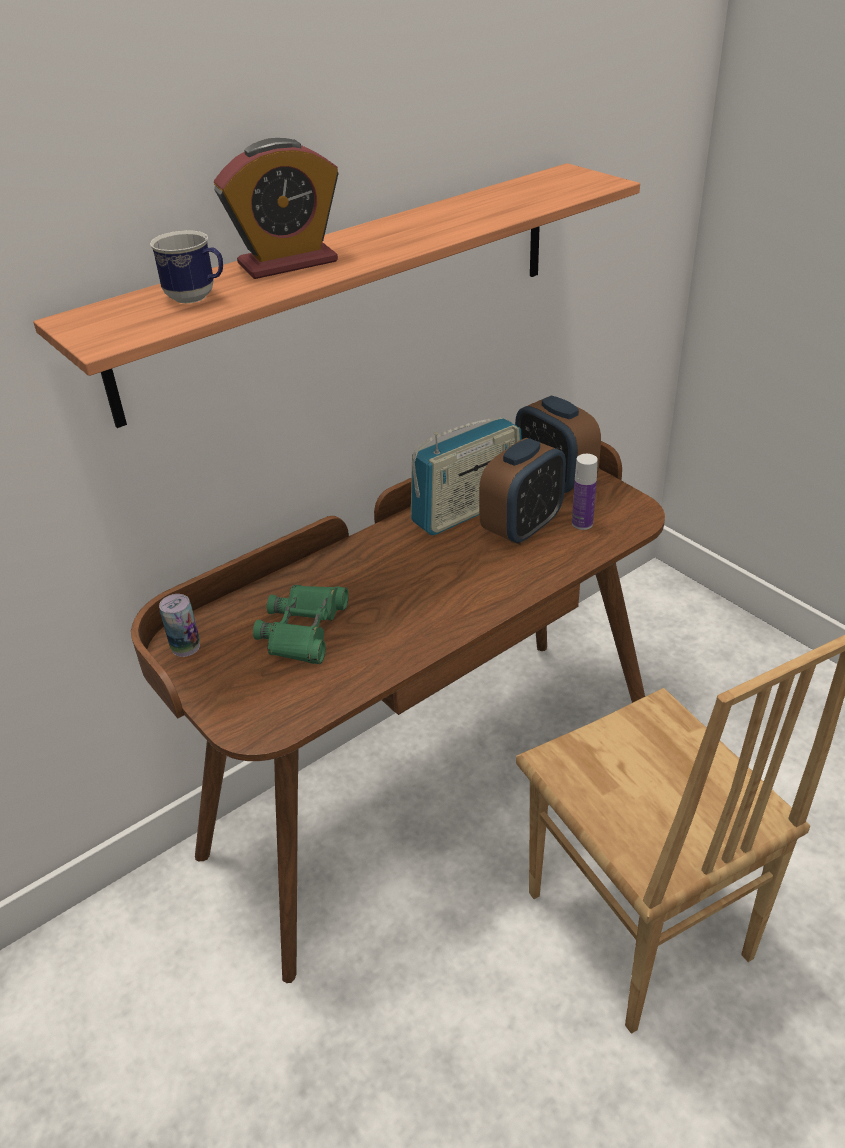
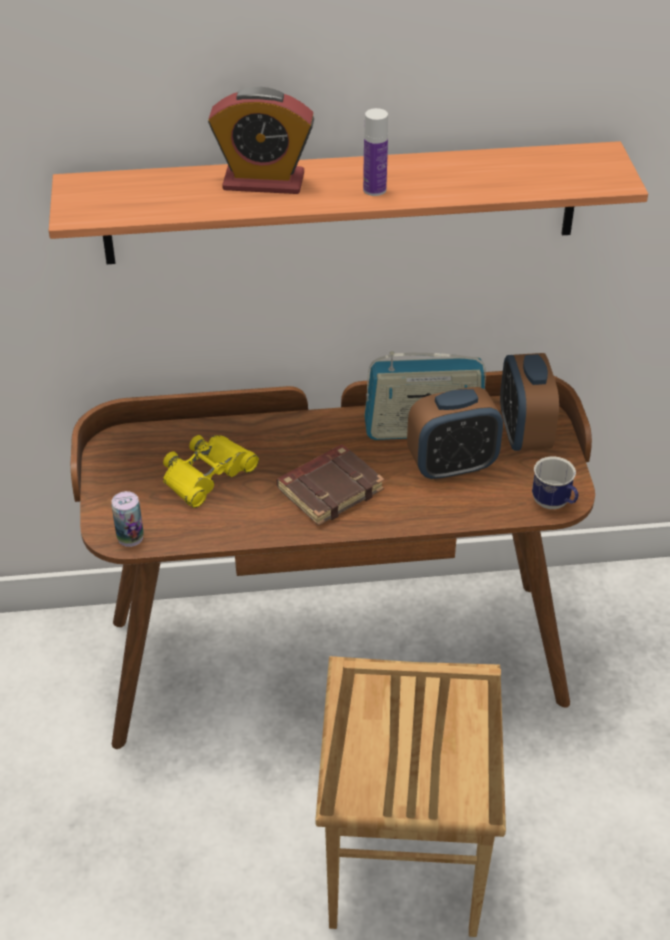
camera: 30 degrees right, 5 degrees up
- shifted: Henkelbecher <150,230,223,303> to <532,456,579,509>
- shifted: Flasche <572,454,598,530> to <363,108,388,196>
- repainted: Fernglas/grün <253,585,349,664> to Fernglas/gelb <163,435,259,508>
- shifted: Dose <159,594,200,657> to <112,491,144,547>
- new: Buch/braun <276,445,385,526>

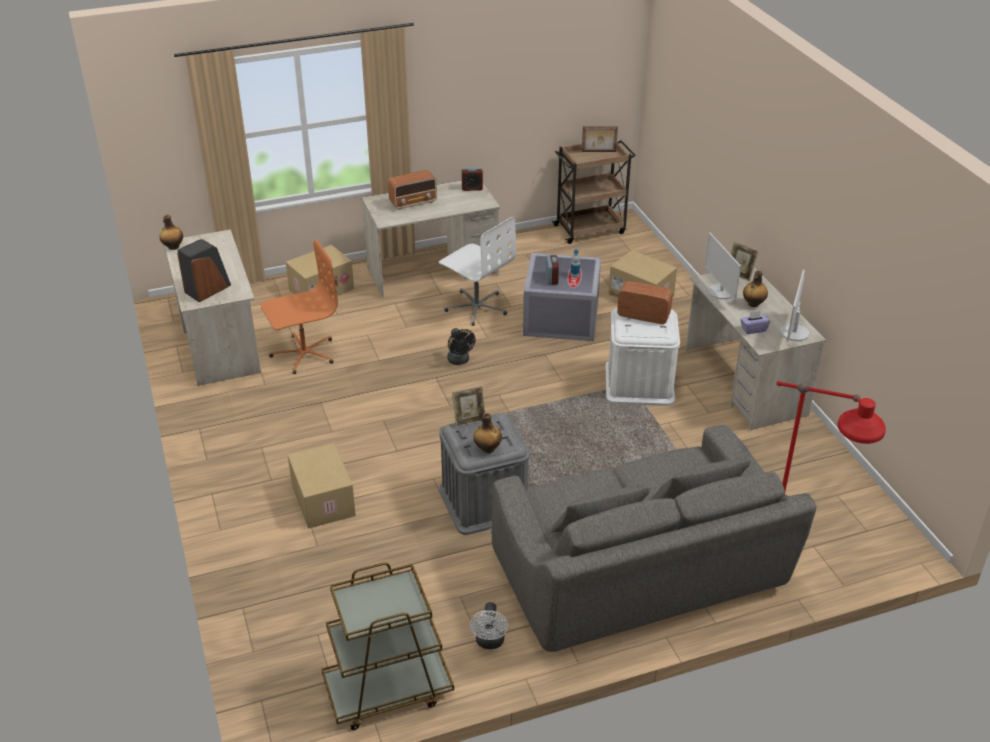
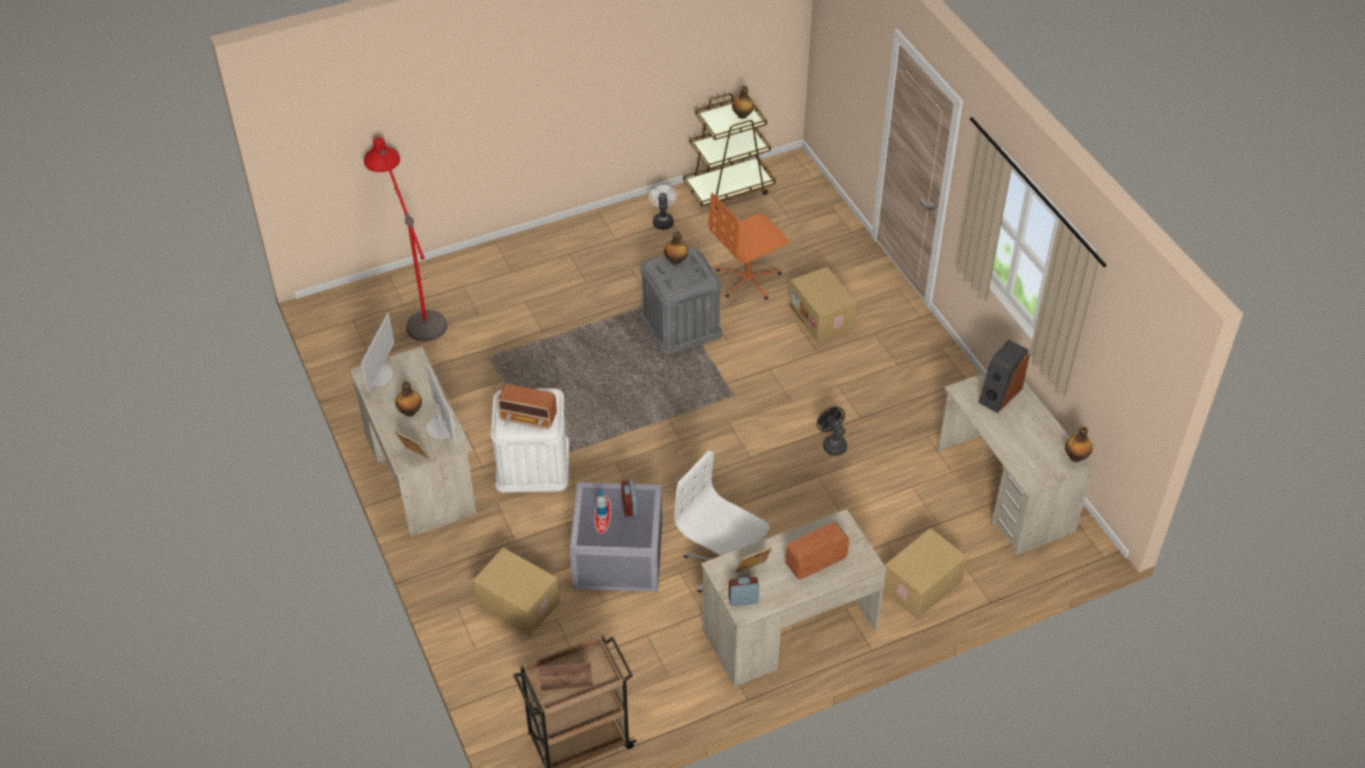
camera: 175 degrees right, 10 degrees up
- shifted: Bürostuhl/orange <261,240,338,374> to <709,193,789,300>
- gone: Taschentuchbox/lila <740,311,770,334>
- shifted: Ventilator/schwarz <447,328,476,365> to <817,407,847,456>
- shifted: Bilderrahmen <452,386,485,427> to <736,547,772,573>
- gone: Sofa/grau <492,425,817,652>
- new: Flasche <732,85,754,119>

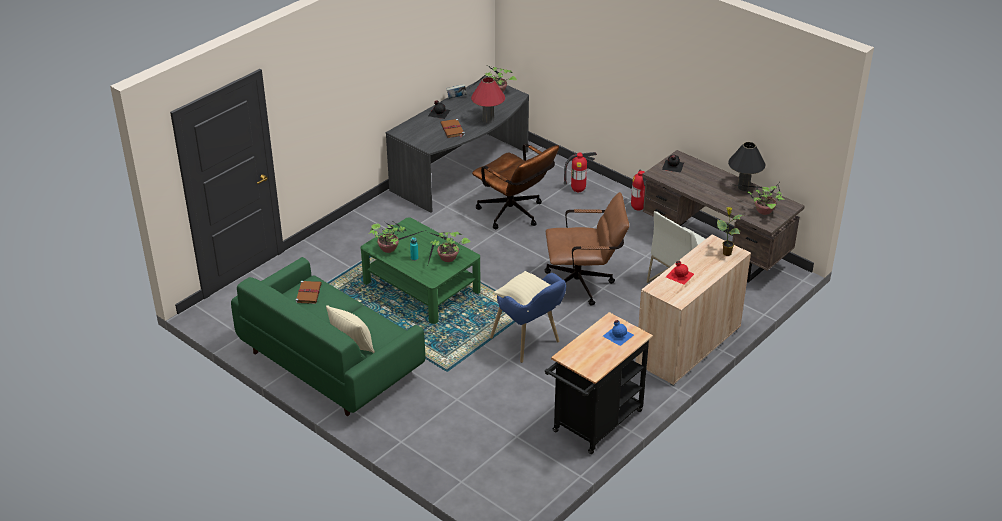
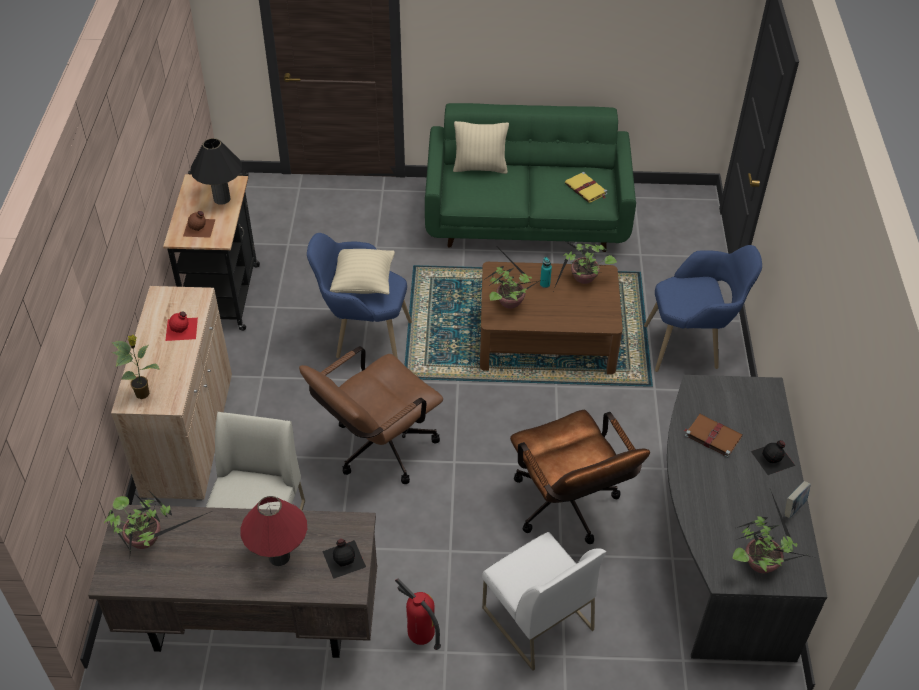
camera: 140 degrees right, 10 degrees up
- shifted: Tischlampe/rot <471,77,505,124> to <240,496,307,566>
- shifted: Tischlampe/schwarz <728,142,766,191> to <190,138,242,205>
- rotated: Bürostuhl/braun <472,144,559,229> = <510,410,650,544> 120 degrees counterclockwise
- swapped: Feuerlöscher <564,152,597,192> to Stuhl/weiß <482,532,606,671>
- repainted: Couchtisch/grün <360,217,481,324> to Couchtisch/braun <480,262,623,374>
- repainted: Buch/braun <296,281,322,304> to Buch/gelb <565,172,607,203>
- repainted: Flasche/blau <603,320,634,346> to Flasche/braun <183,211,216,238>
- new: Sessel/blau <644,245,762,372>

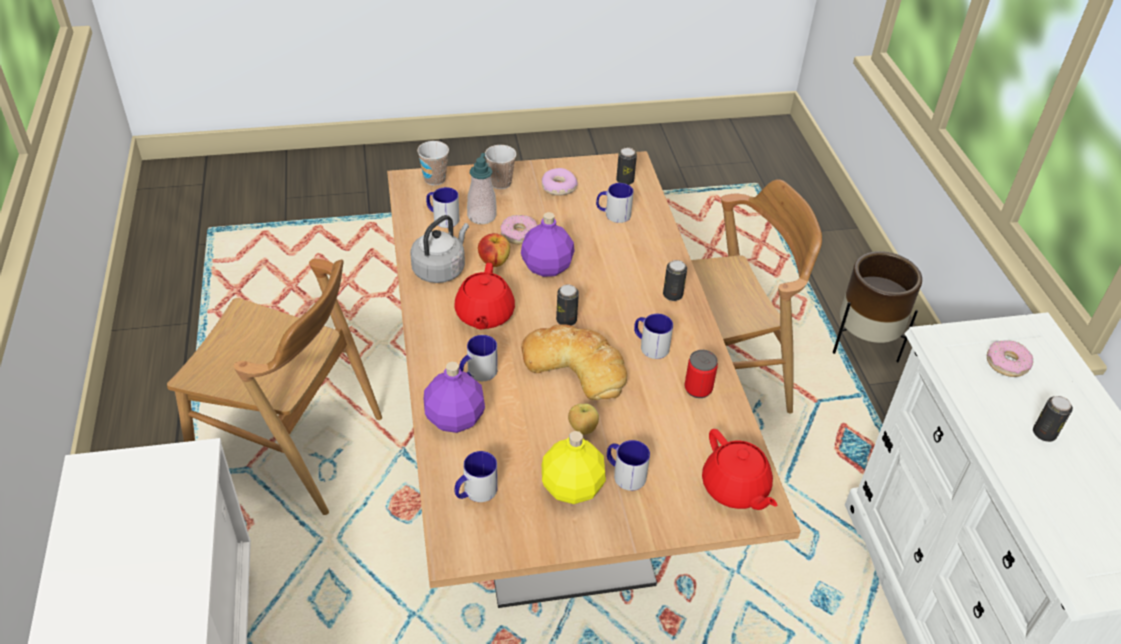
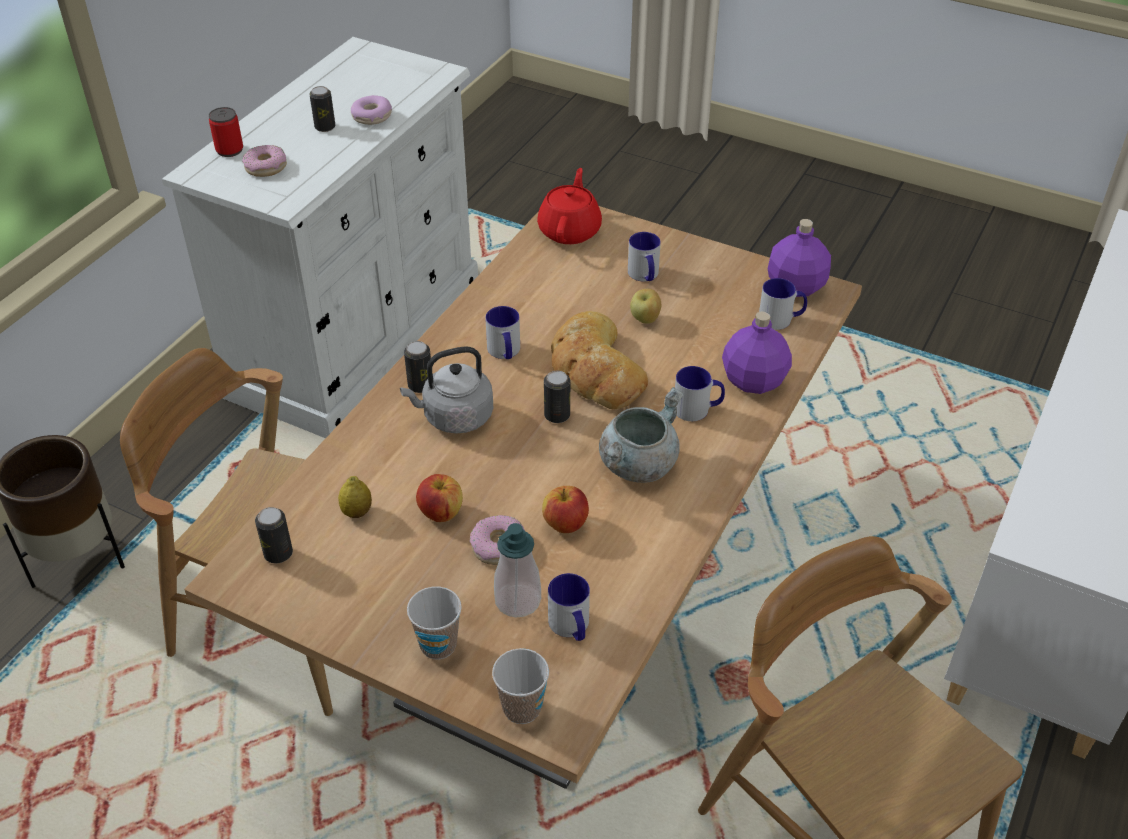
camera: 140 degrees left, 0 degrees up
- shifted: Donut <542,168,578,196> to <351,95,392,125>
- swapped: Henkelbecher <596,183,634,223> to Zitrone <338,476,372,518>
- shifted: Flasche/lila <521,212,575,277> to <768,219,831,297>
- shifted: Wasserkessel/grau <410,215,469,283> to <400,347,493,434>
- swapped: Teekanne/rot <455,263,515,329> to Kochtopf/grau <599,387,684,483>
- shifted: Dose <684,350,718,398> to <209,107,243,157>
- gone: Flasche/gelb <542,431,606,504>
- new: Apfel <416,474,463,522>

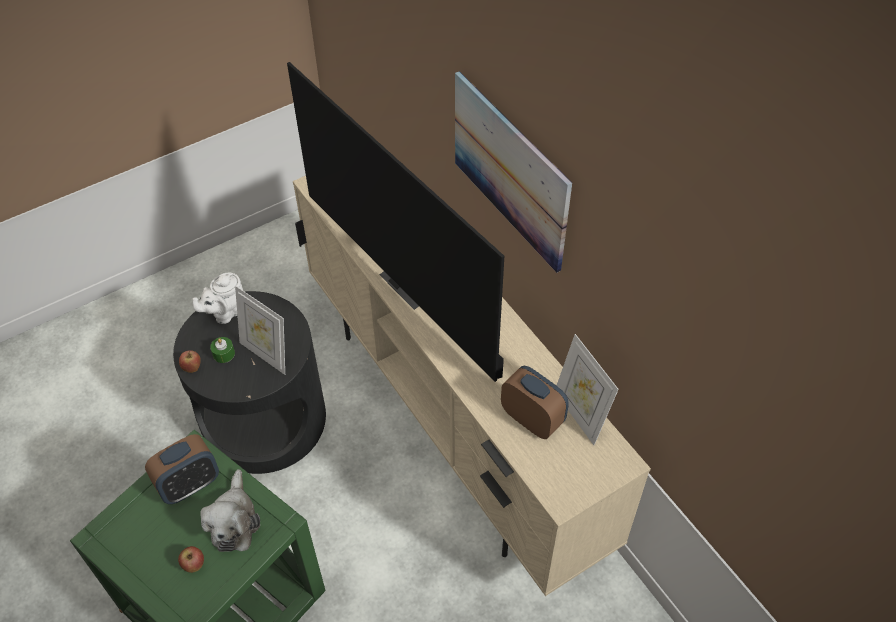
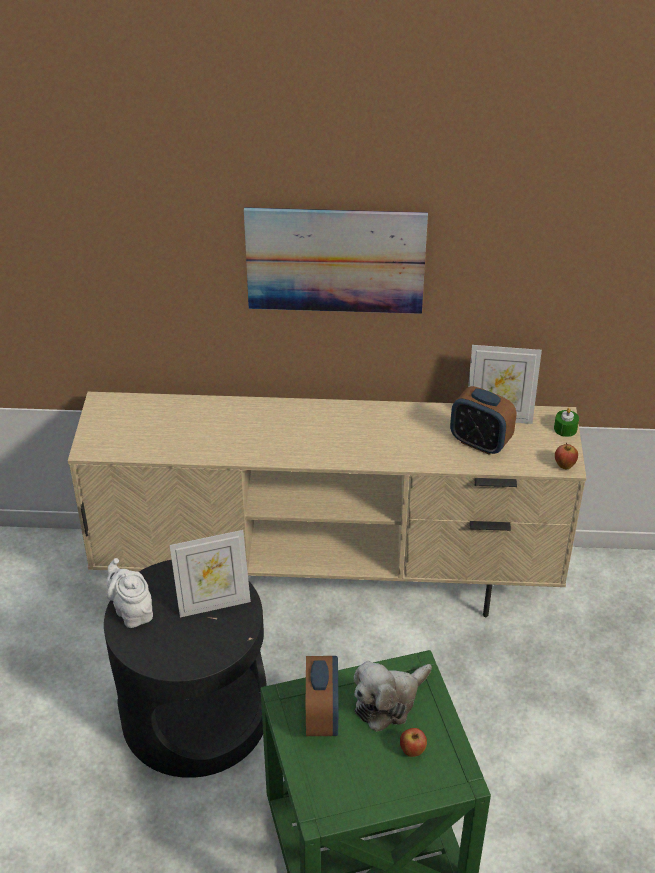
camera: 55 degrees left, 10 degrees down
- gone: Fernseher <287,62,504,382>
- rotated: Teekanne/weiß <192,273,243,324> = <106,558,153,628> 150 degrees clockwise
- shifted: Kerze/grün <210,337,235,363> to <554,408,579,437>
- shifted: Apfel <179,350,201,373> to <555,443,578,470>
- rotated: Wecker <501,366,569,439> = <450,386,516,455> 135 degrees counterclockwise
- rotated: Plüschtier <200,469,260,552> = <353,661,432,732> 105 degrees clockwise

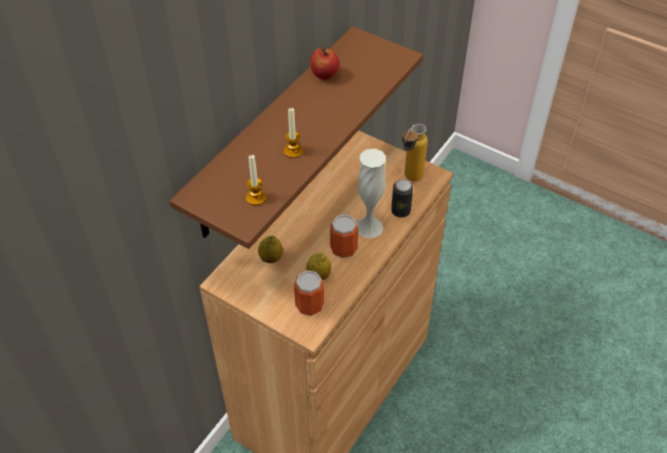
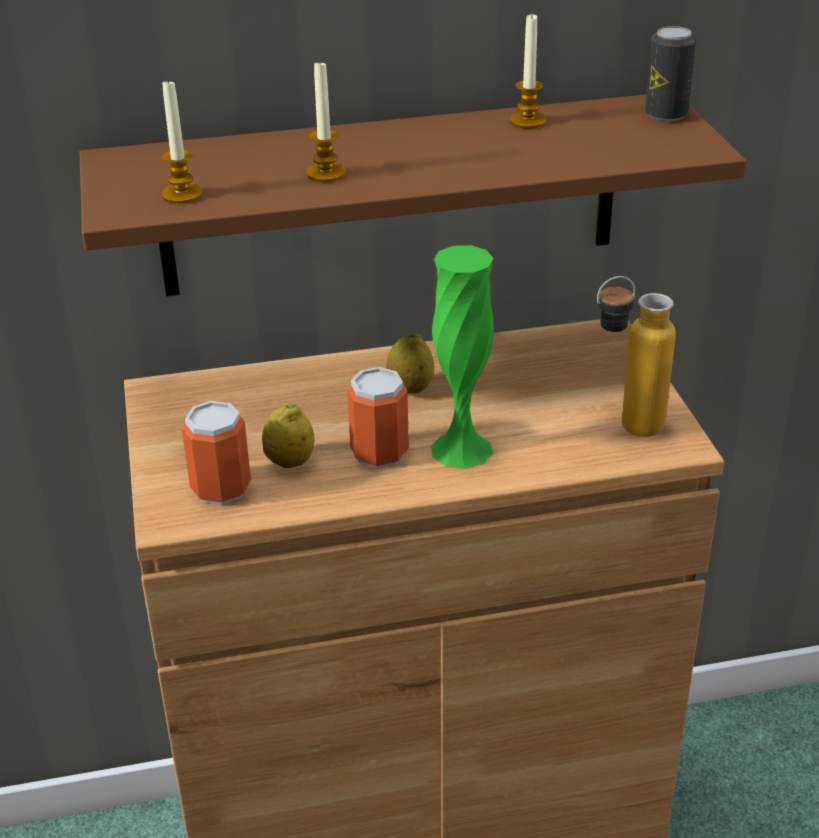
camera: 45 degrees right, 15 degrees down
- swapped: Apfel <310,47,340,80> to Kerze <510,13,547,129>
- repainted: Vase/weiß <357,149,386,238> to Vase/grün <431,245,494,469>
- shifted: Dose <391,179,413,218> to <645,26,696,121>
- shifted: Zitrone <258,235,283,263> to <386,332,434,394>

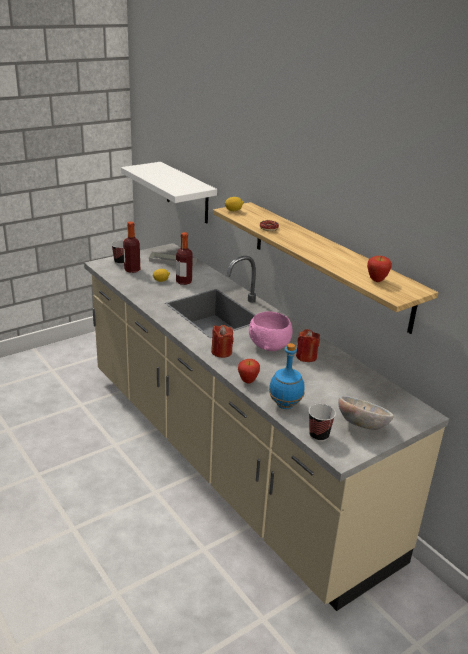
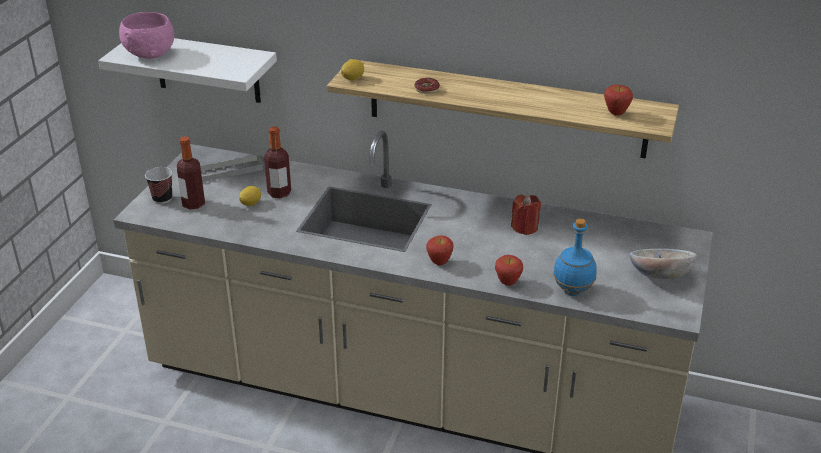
camera: 35 degrees left, 5 degrees up
- shifted: Schüssel/rosa <249,312,292,351> to <119,12,174,59>
- swapped: Kerze/rot <211,325,234,358> to Apfel <426,236,453,266>
- gone: Tasse <309,404,336,442>

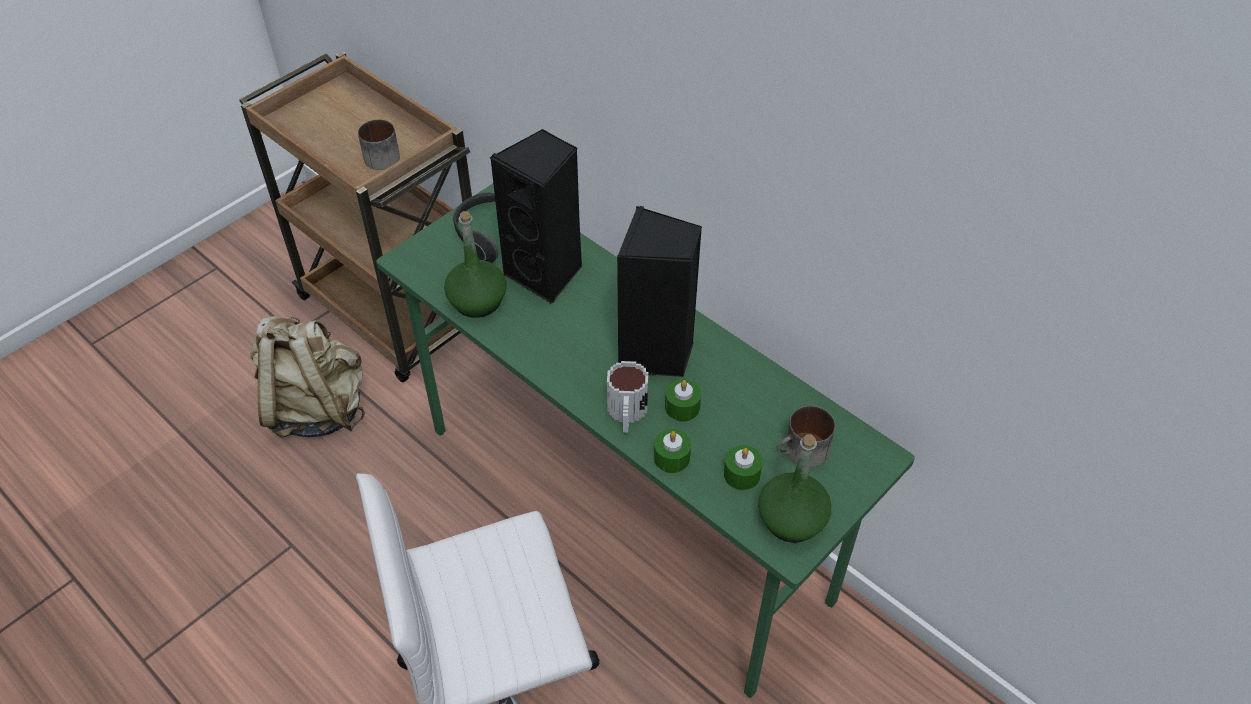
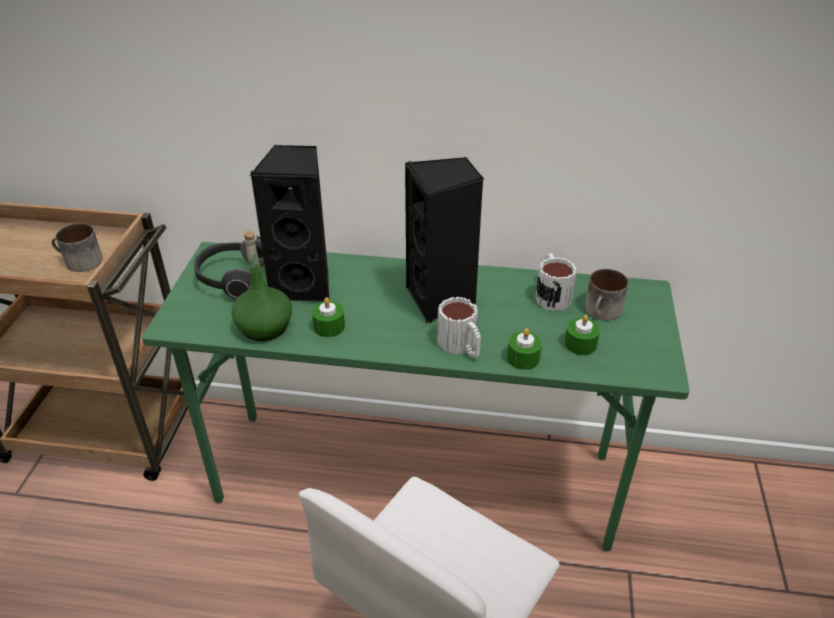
camera: 35 degrees left, 10 degrees down
- gone: Rucksack/beige <250,316,365,438>
- shifted: Kerze/grün <665,379,701,422> to <312,297,345,337>
- gone: Flasche/grün <758,435,832,543>
- new: Henkelbecher <535,253,577,311>

